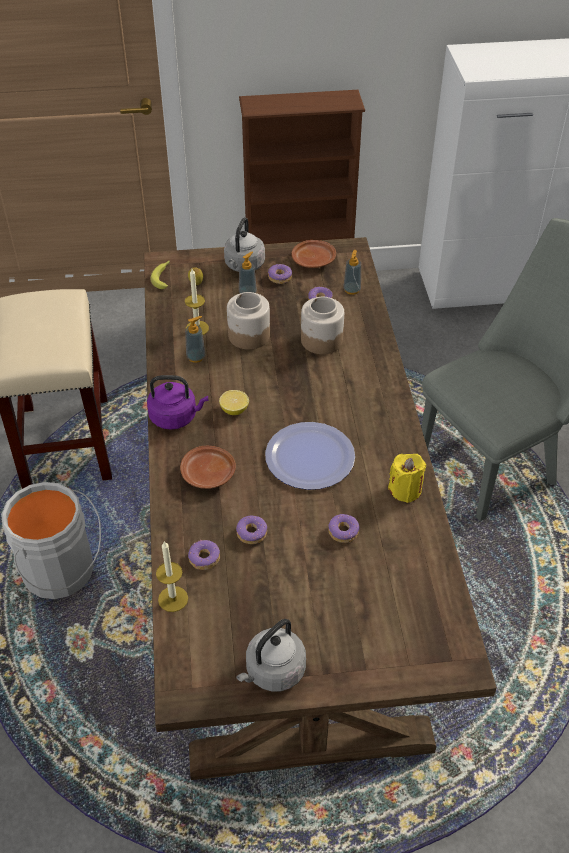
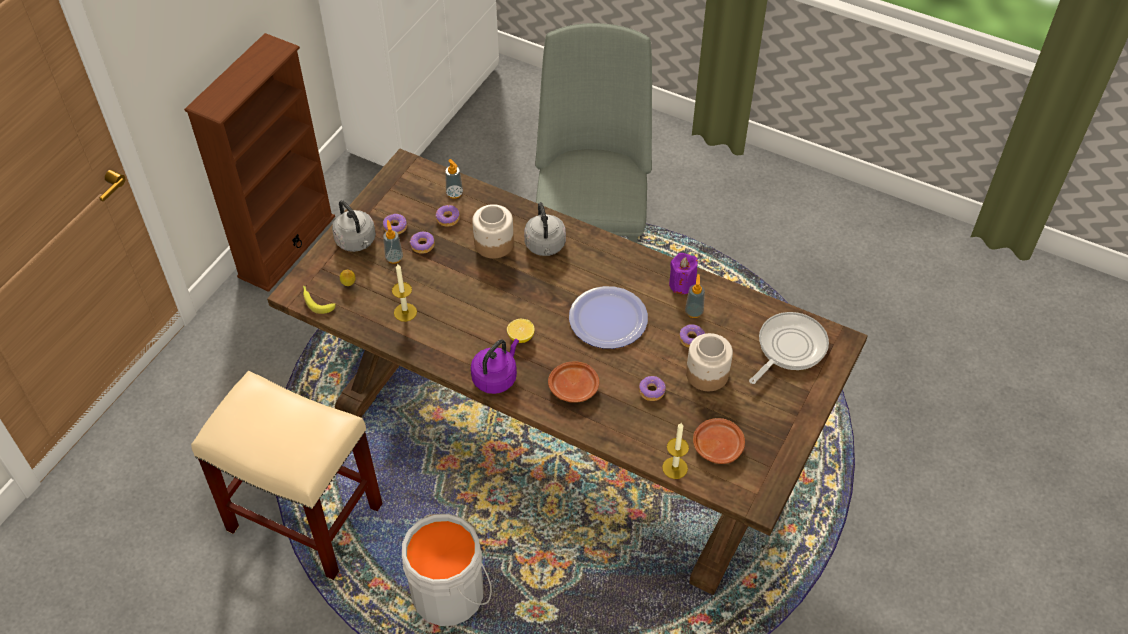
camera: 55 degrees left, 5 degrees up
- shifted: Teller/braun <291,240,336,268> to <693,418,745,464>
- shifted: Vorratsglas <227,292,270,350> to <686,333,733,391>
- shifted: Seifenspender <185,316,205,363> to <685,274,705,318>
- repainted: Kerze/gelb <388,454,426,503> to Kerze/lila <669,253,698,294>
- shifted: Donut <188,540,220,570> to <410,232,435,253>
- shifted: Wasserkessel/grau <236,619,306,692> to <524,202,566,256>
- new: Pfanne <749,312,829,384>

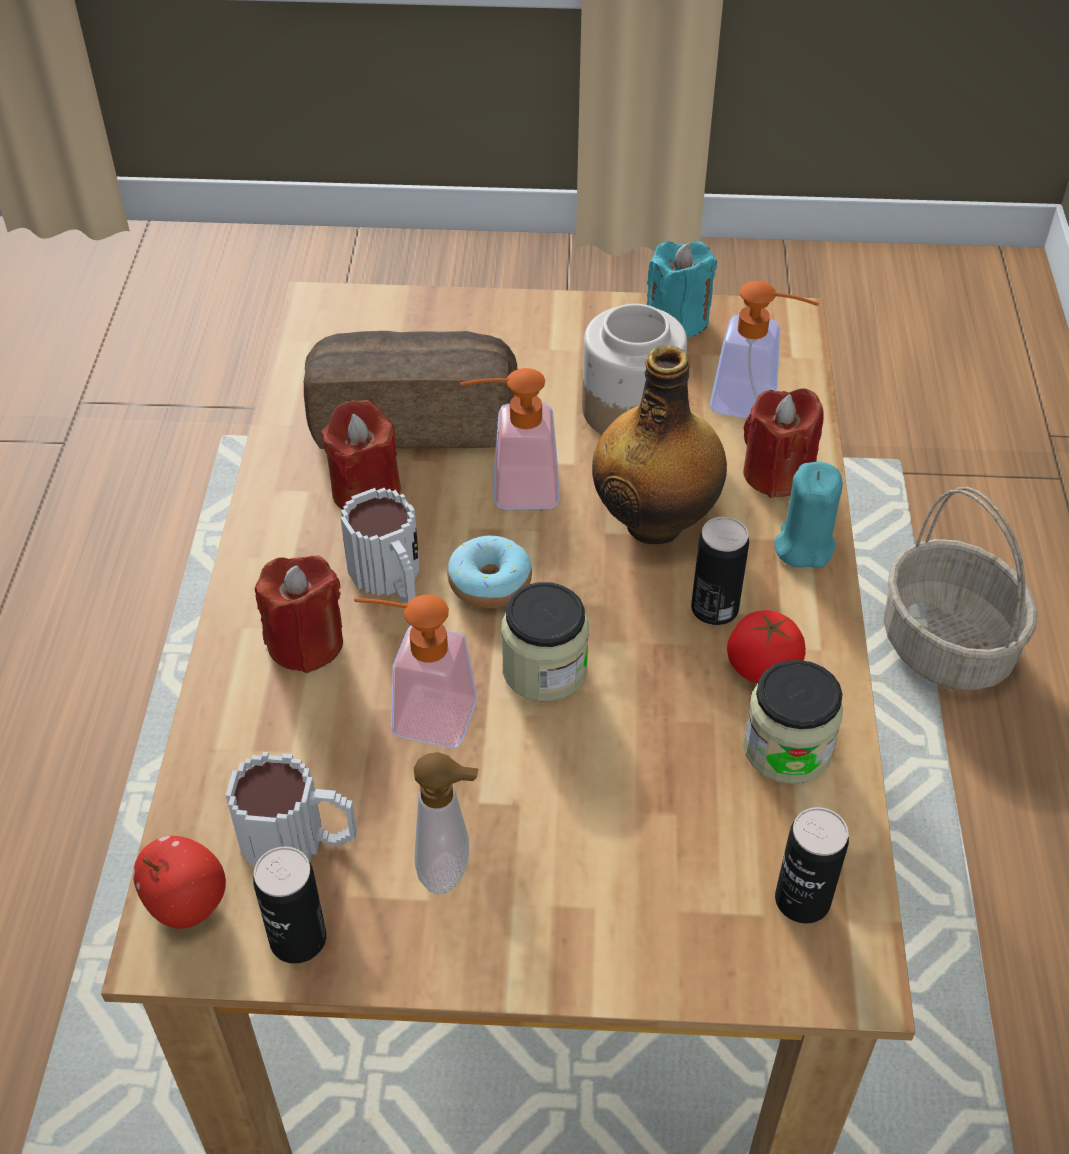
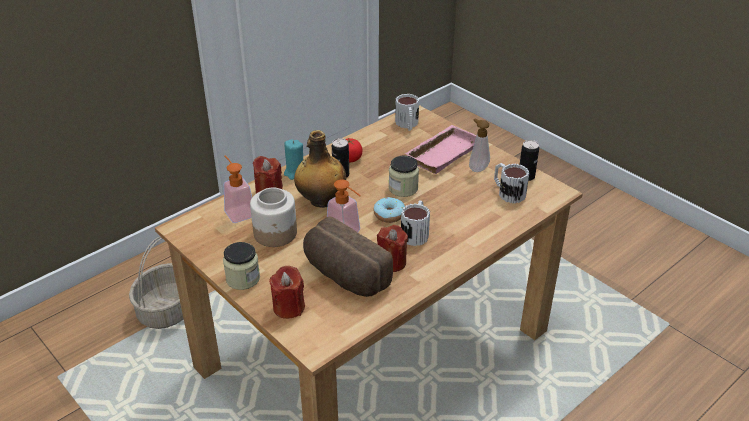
camera: 135 degrees left, 10 degrees down
- gone: Kerze/türkis <646,241,717,338>
- shifted: Kerze/rot <255,555,343,673> to <269,266,305,319>
- gone: Seifenspender <354,595,477,748>
- shifted: Vorratsglas <743,660,843,784> to <223,242,260,290>
- swapped: Dose <775,807,849,924> to Henkelbecher <395,94,419,131>
- gone: Apfel <133,836,226,929>
- new: Tablett/rosa <405,125,477,174>

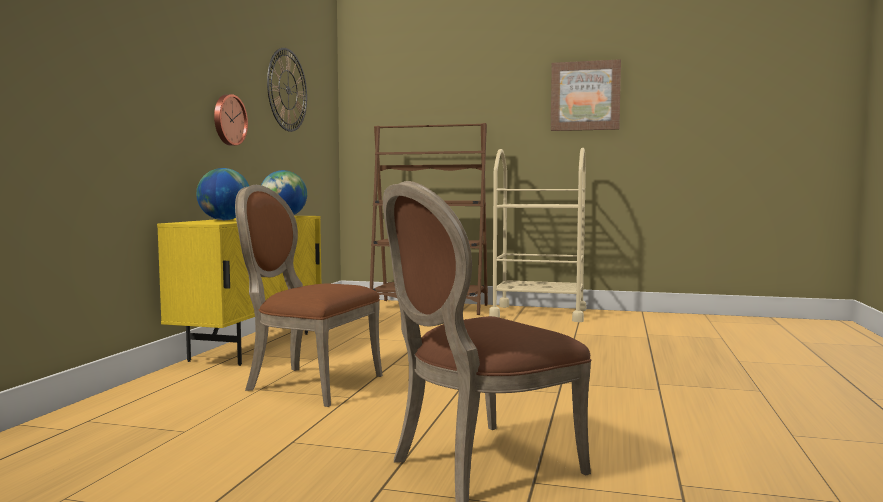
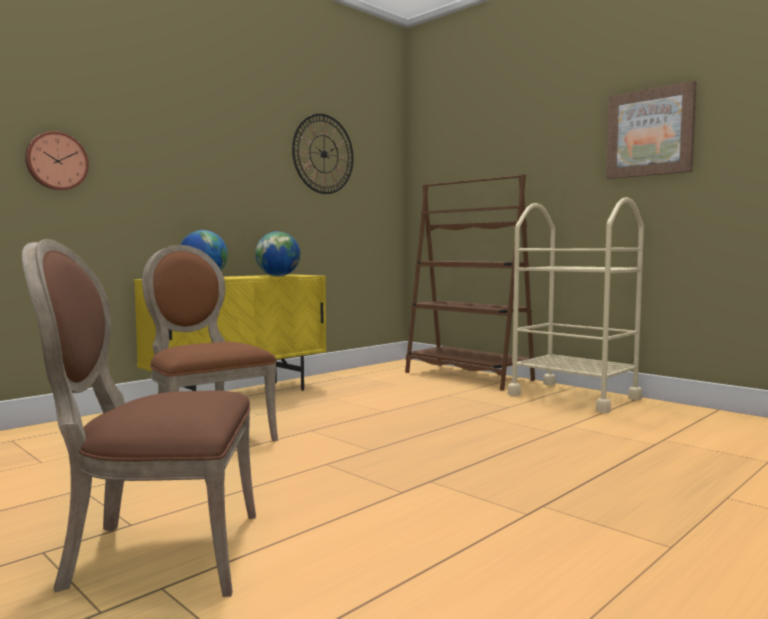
camera: 30 degrees right, 0 degrees up
- shifted: Wanduhr <214,94,248,146> to <25,131,89,190>

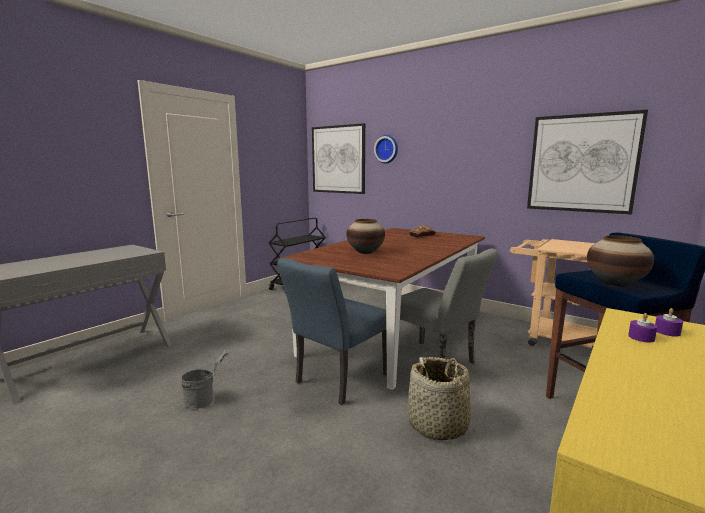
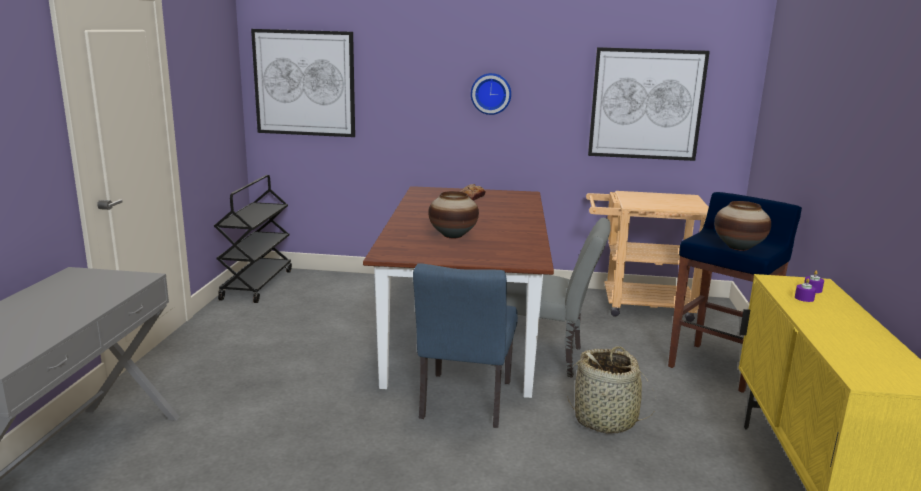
camera: 30 degrees left, 5 degrees up
- shifted: Wanduhr <374,135,398,164> to <471,73,511,115>
- gone: Eimer/grau <181,350,229,409>

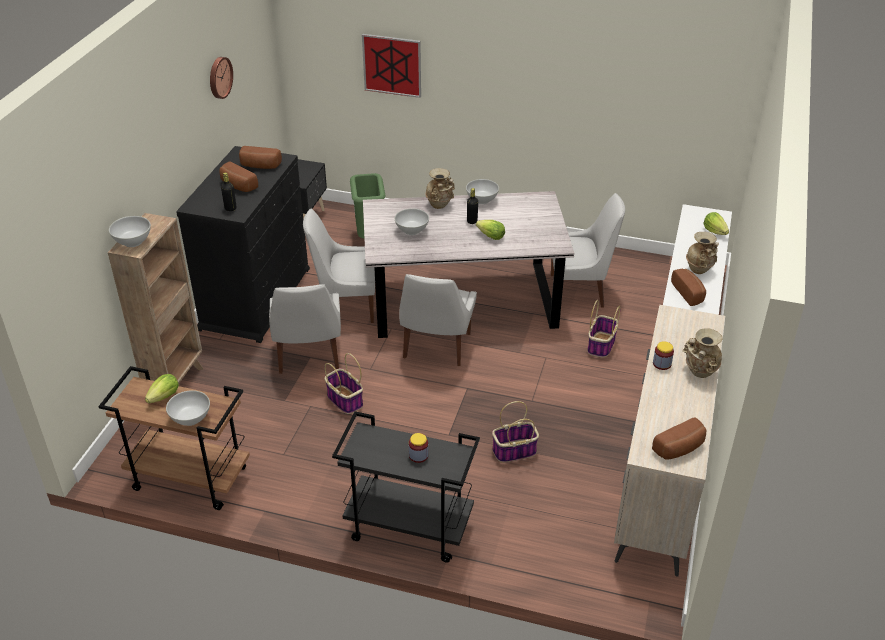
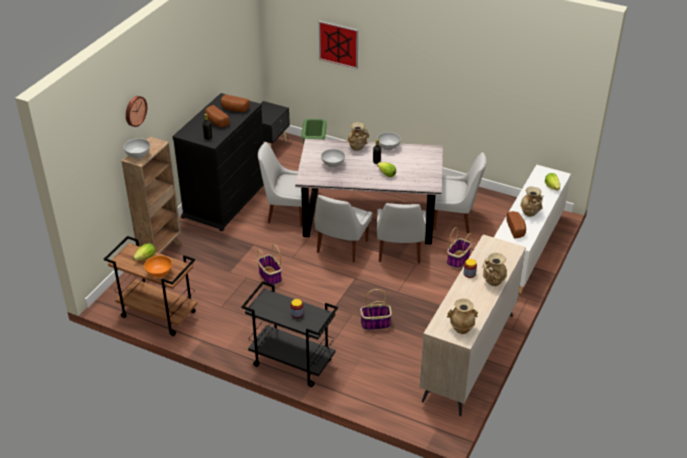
camera: 10 degrees right, 0 degrees up
- shifted: Wanduhr <210,57,233,99> to <126,96,147,127>
- shifted: Stuhl/weiß <269,284,341,374> to <377,203,426,264>
- repainted: Schüssel/weiß <166,390,210,426> to Schüssel/orange <144,255,172,278>
- swapped: Brot <652,418,706,459> to Vase/beige <447,299,478,334>

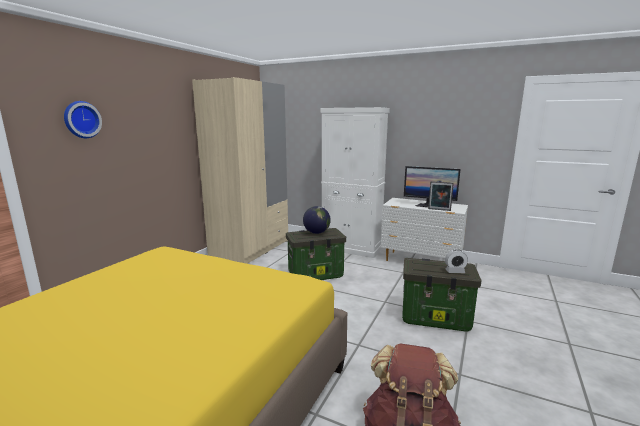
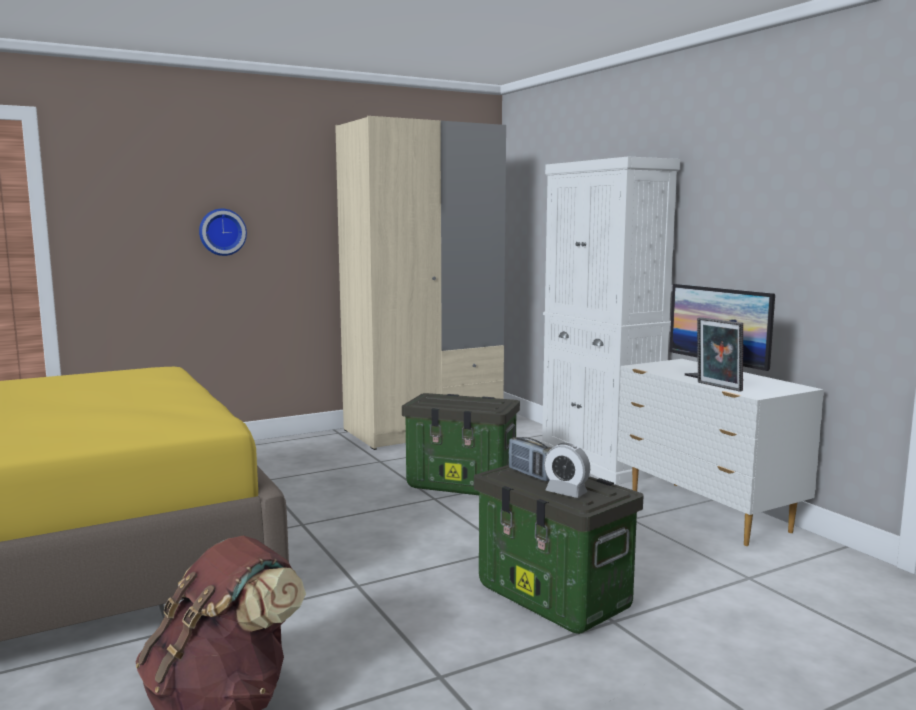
camera: 35 degrees right, 5 degrees down
- shifted: Wanduhr <64,101,102,138> to <199,209,247,256>
- gone: Globus <303,206,331,234>
- new: Radio <508,437,551,481>

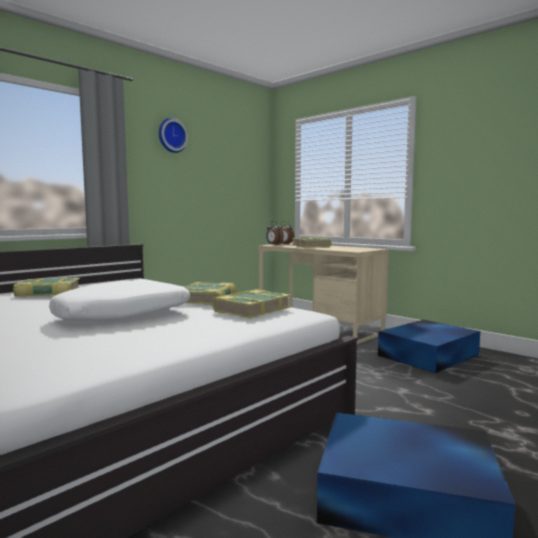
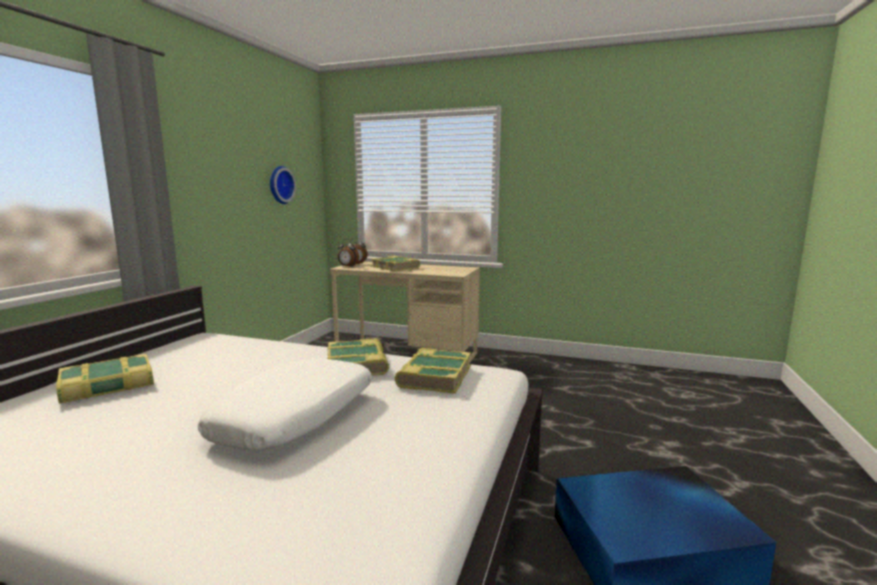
camera: 25 degrees left, 5 degrees up
- shifted: Wanduhr <159,118,188,153> to <270,166,296,204>
- gone: Aufbewahrungsbox/blau <378,319,480,373>

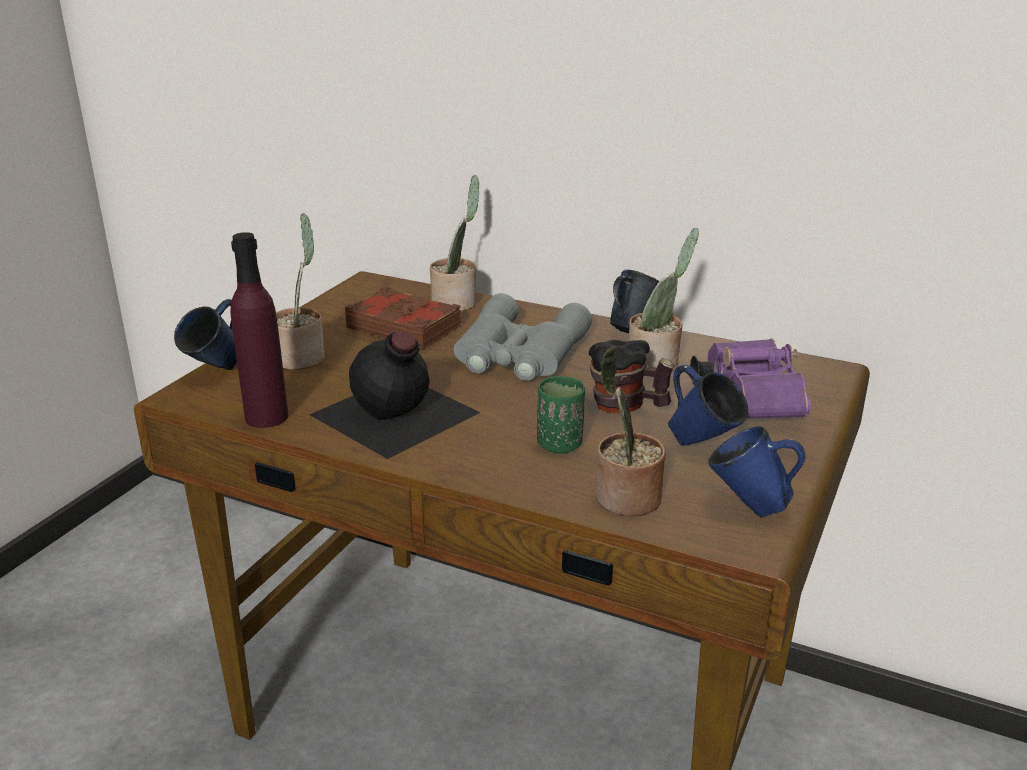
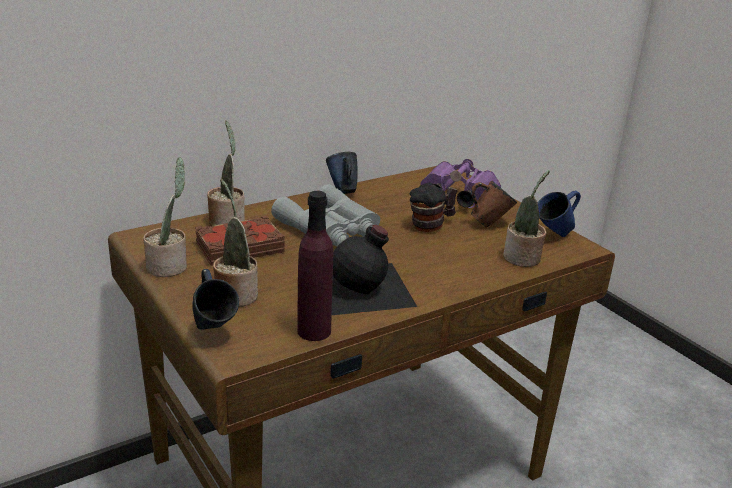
camera: 60 degrees left, 0 degrees up
- shifted: Topfpflanze <628,228,699,372> to <143,157,187,277>
- repainted: Henkelbecher/blau <668,365,748,446> to Henkelbecher/braun <471,181,517,228>
- gone: Tasse/grün <537,376,585,454>

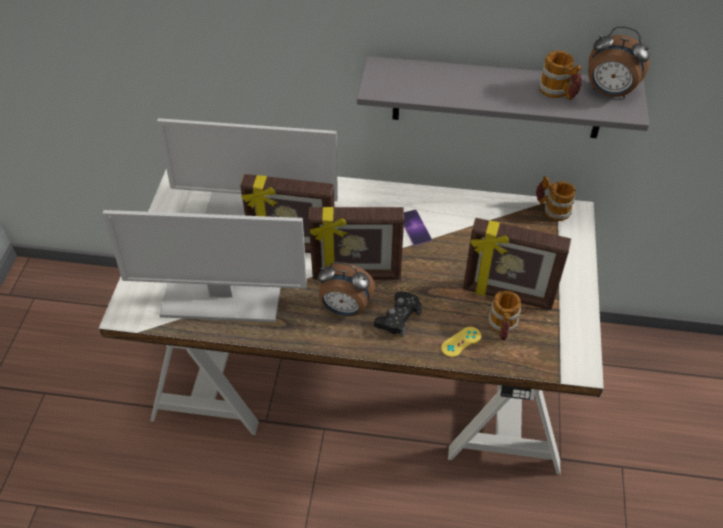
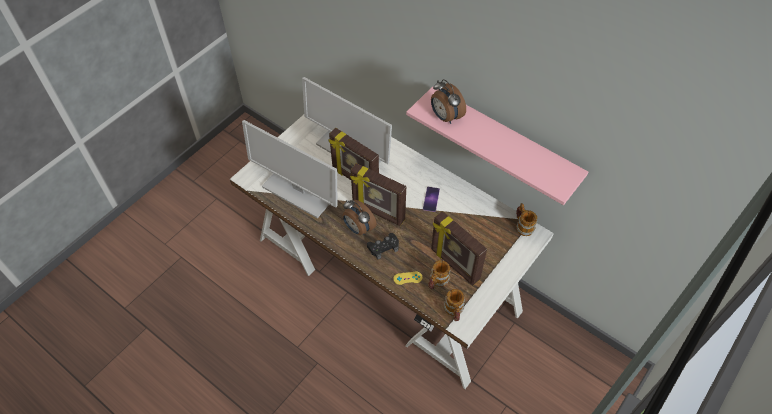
camera: 30 degrees right, 5 degrees up
- shifted: Wecker <588,26,650,98> to <431,79,466,124>
- shifted: Henkelbecher <539,51,581,100> to <444,289,465,321>
- repainted: Wandregal/grau <357,56,649,138> to Wandregal/rosa <406,87,588,205>

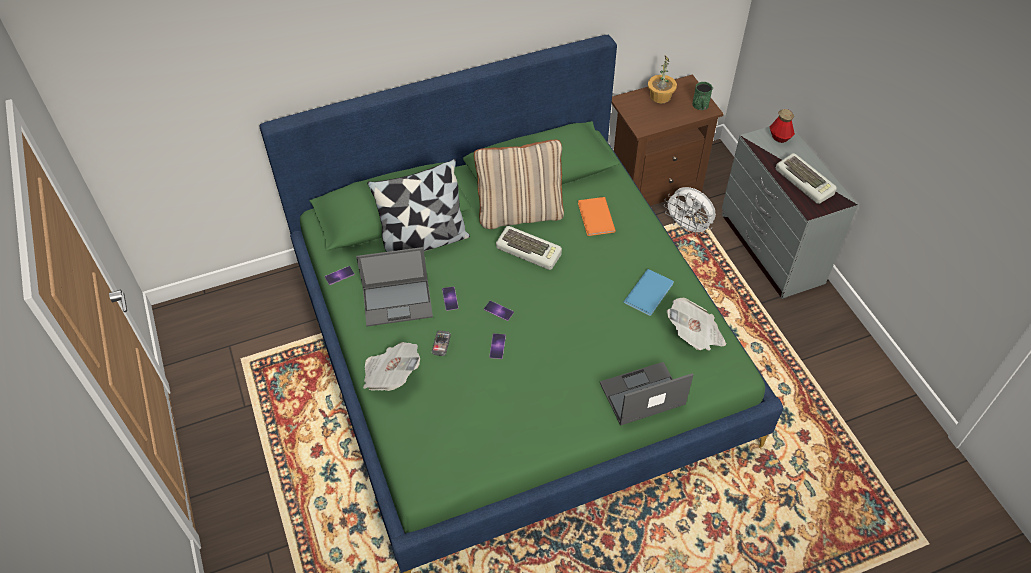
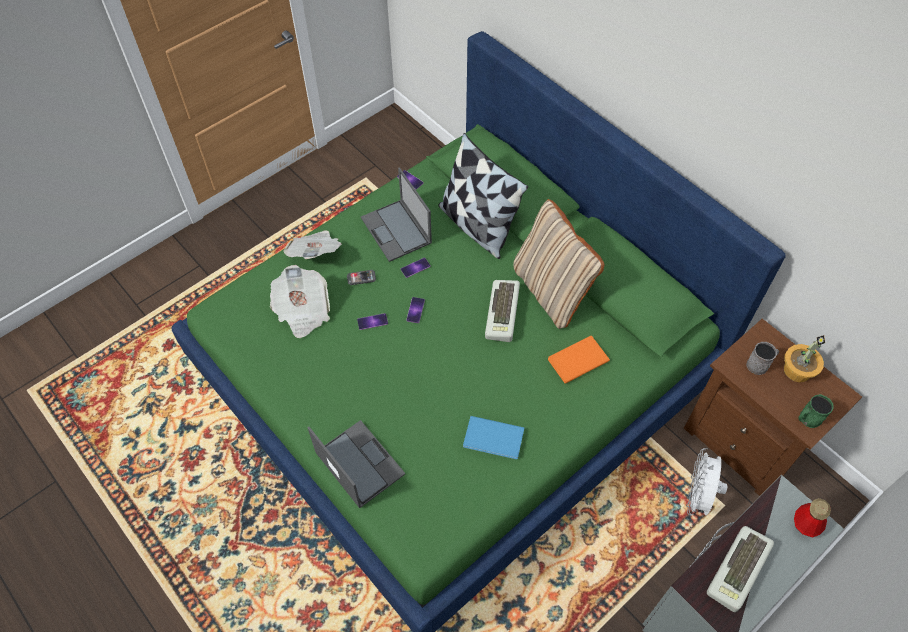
camera: 70 degrees right, 5 degrees up
- shifted: Zeitung <667,298,726,351> to <270,265,330,338>
- new: Henkelbecher/grau <746,342,779,375>

